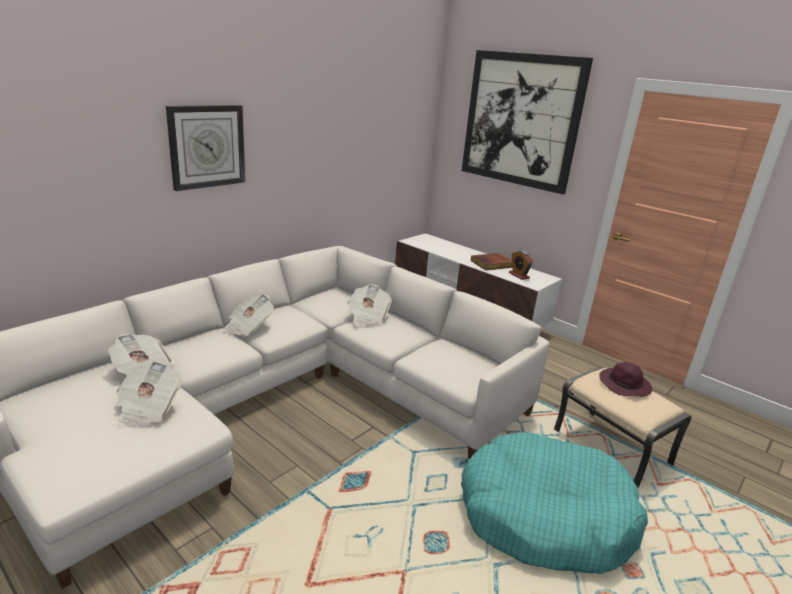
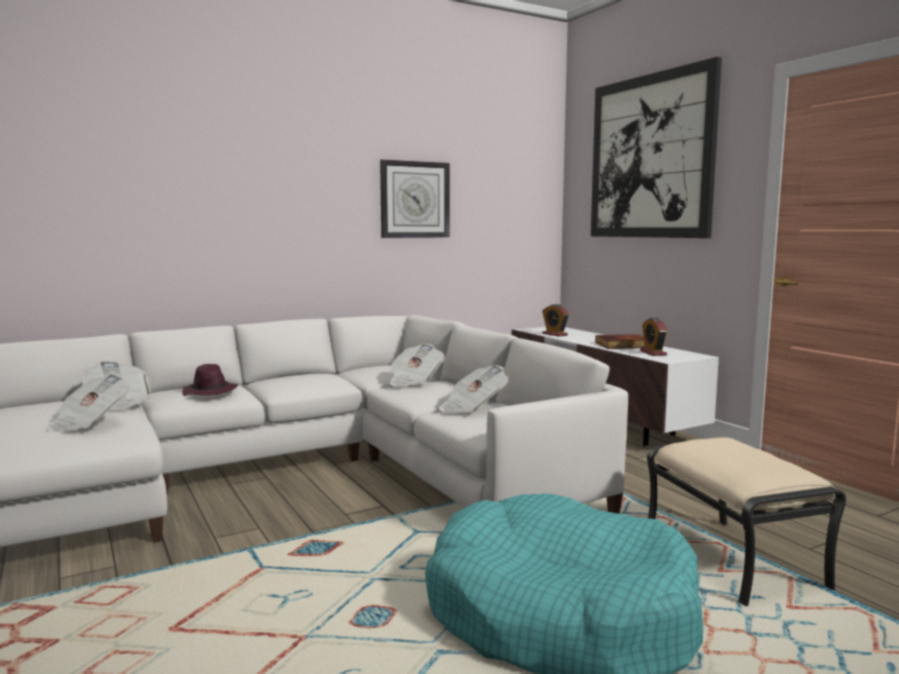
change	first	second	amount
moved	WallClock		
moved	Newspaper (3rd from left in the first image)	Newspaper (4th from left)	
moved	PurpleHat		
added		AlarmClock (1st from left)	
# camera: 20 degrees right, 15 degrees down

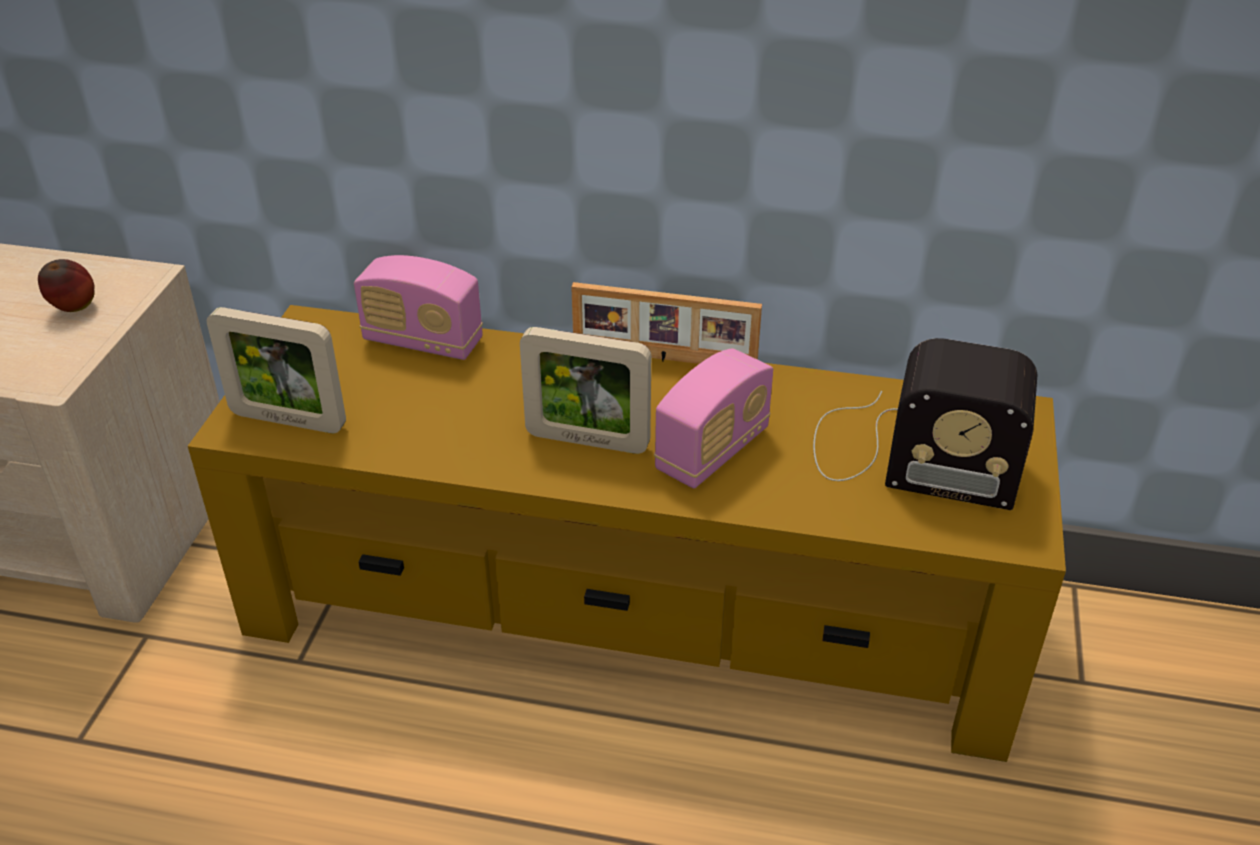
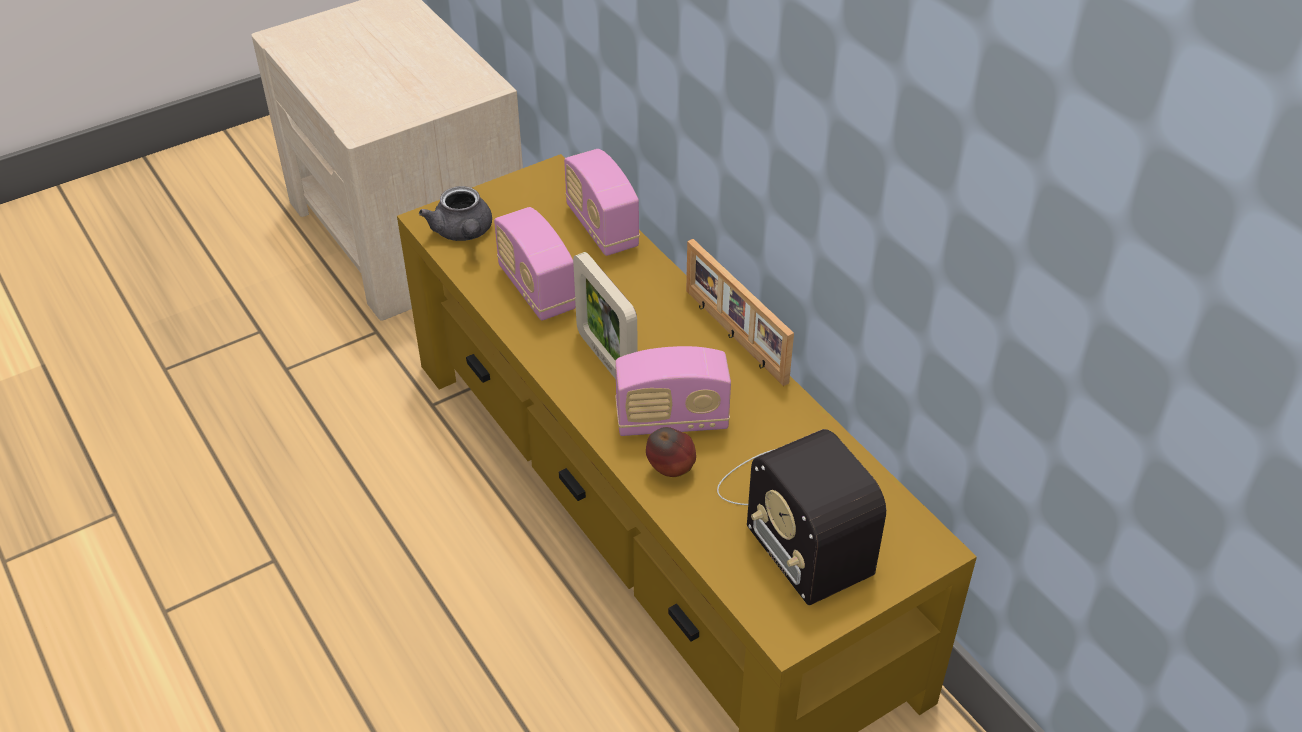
change	first	second	amount
moved	Apple		
replaced	PictureFrame (1st from left)	GreyTeapot	
added		Radio (1st from left)	
# camera: 45 degrees right, 5 degrees up

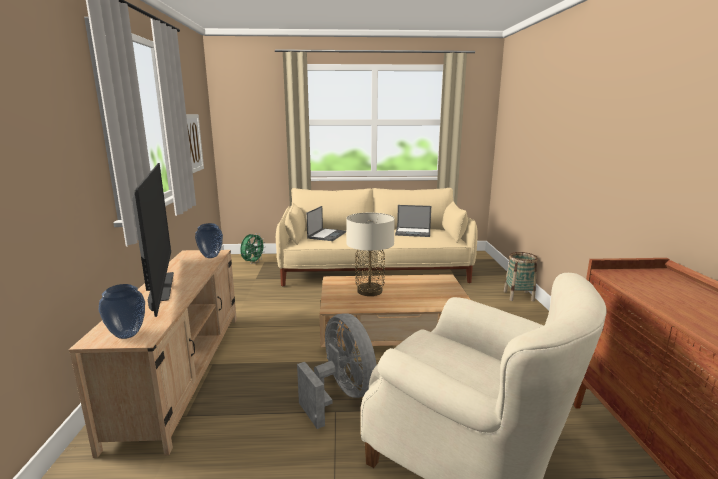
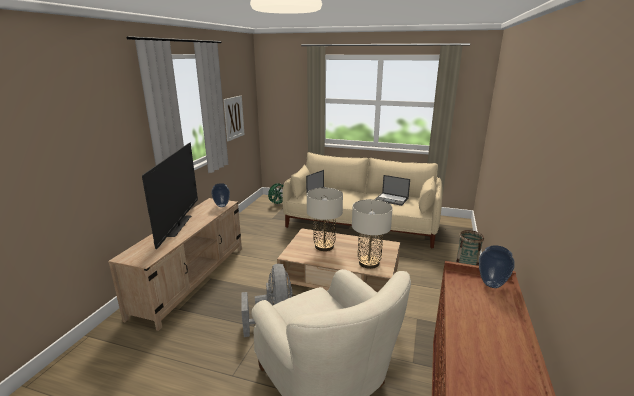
change	first	second	amount
moved	Vase (1st from left in the first image)	Vase (2nd from left)	
added		TableLamp (2nd from left)	
# camera: 20 degrees right, 5 degrees up

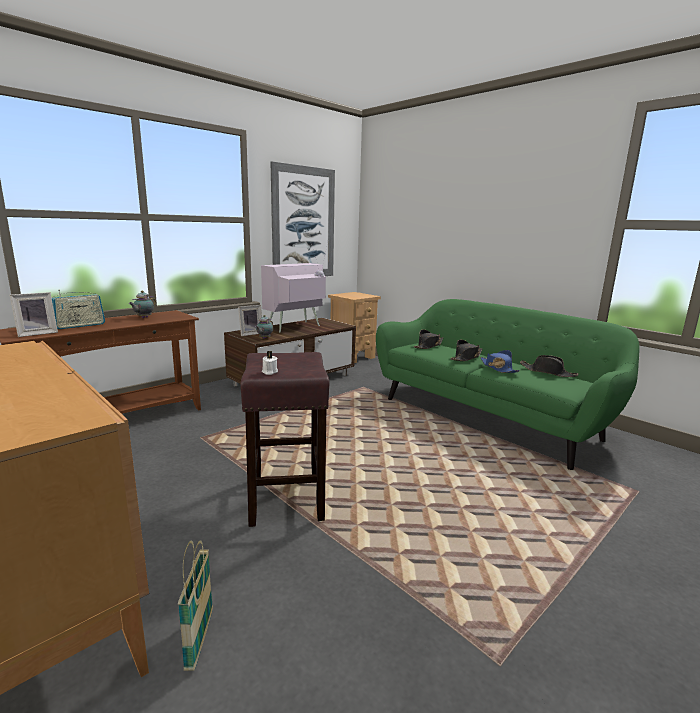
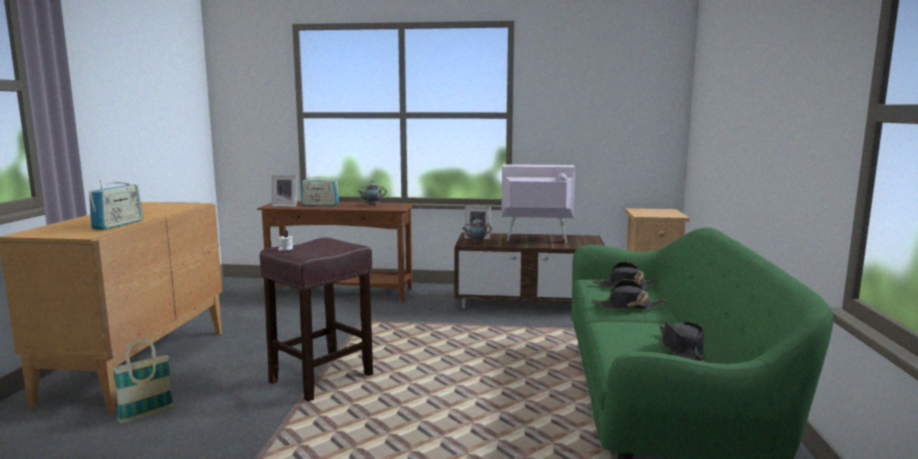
change	first	second	amount
removed	Picture		
removed	BlueHat		
added		Radio (1st from left)	
# camera: 50 degrees right, 5 degrees down

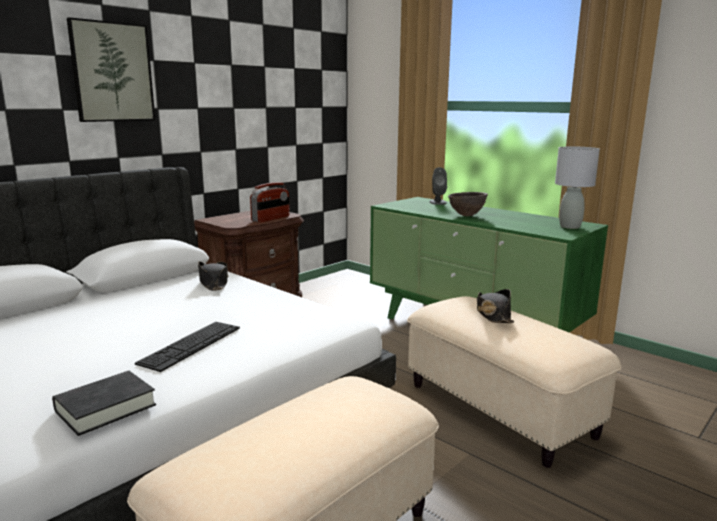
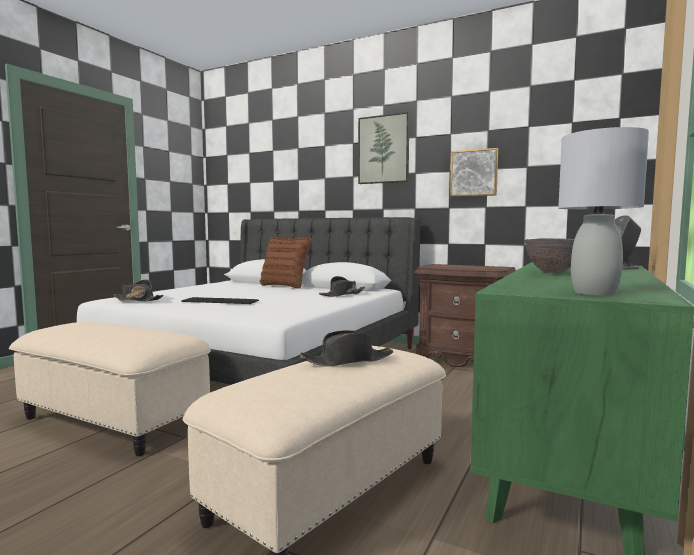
change	first	second	amount
replaced	BlackBook	BlackHat (1st from left)	
removed	Radio		
added		BrownPillow	
added		Picture (2nd from left)	
# camera: 75 degrees right, 10 degrees down

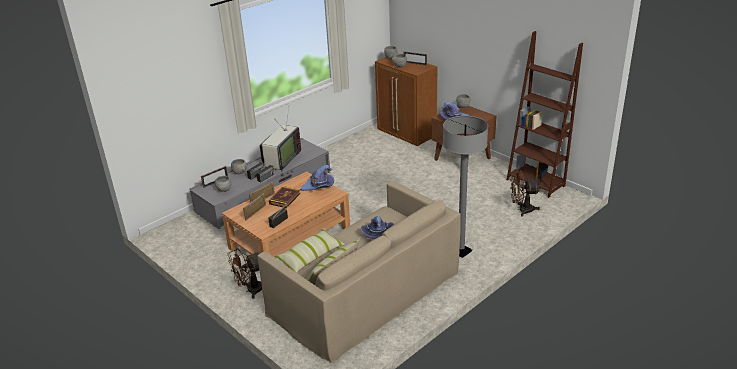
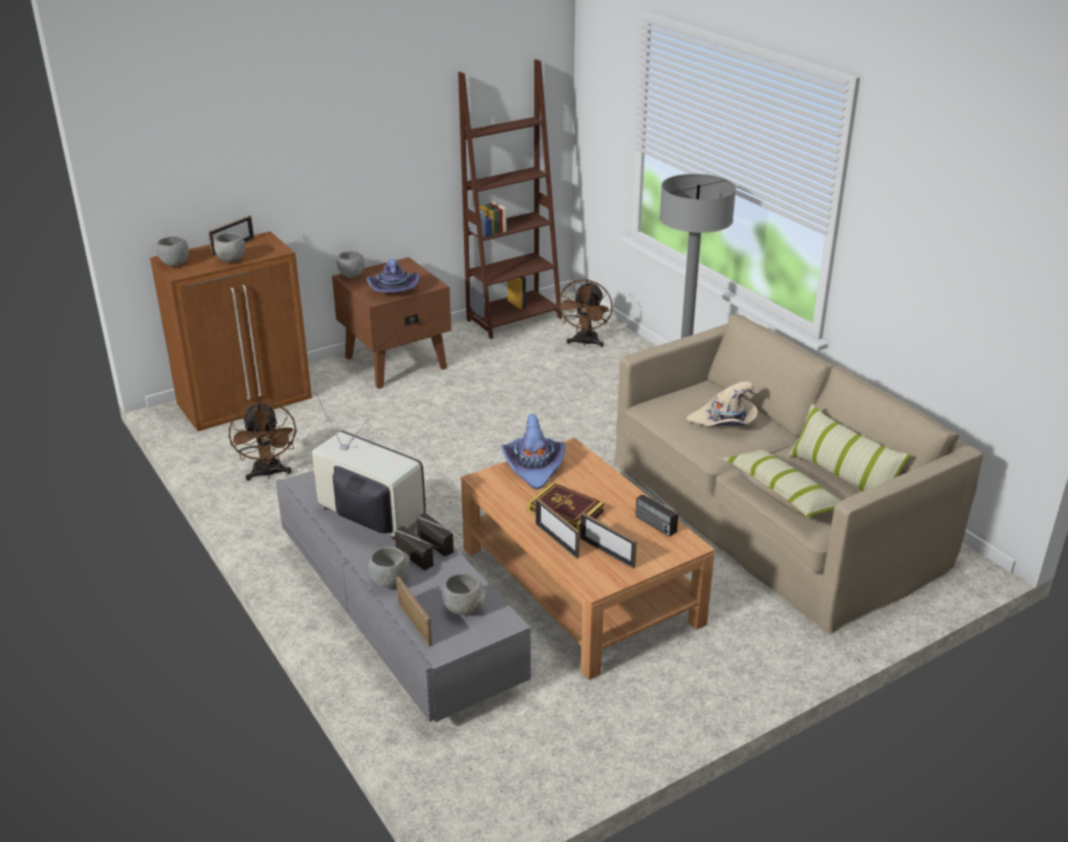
change	first	second	amount
moved	BrownFan (1st from left)		
recoloured	PurpleHat (2nd from left)	BeigeHat	
# camera: 80 degrees left, 0 degrees up

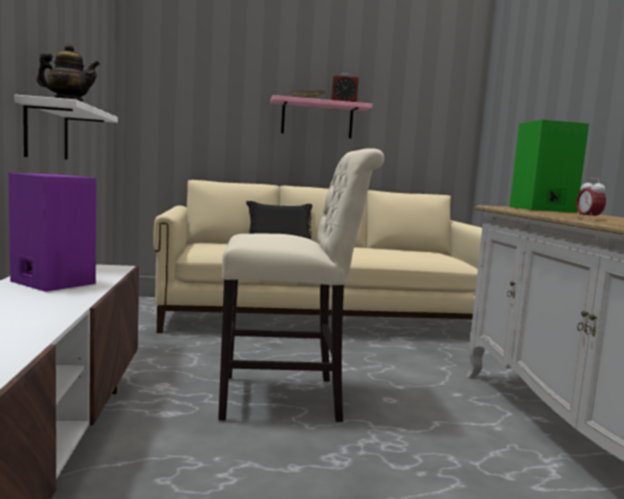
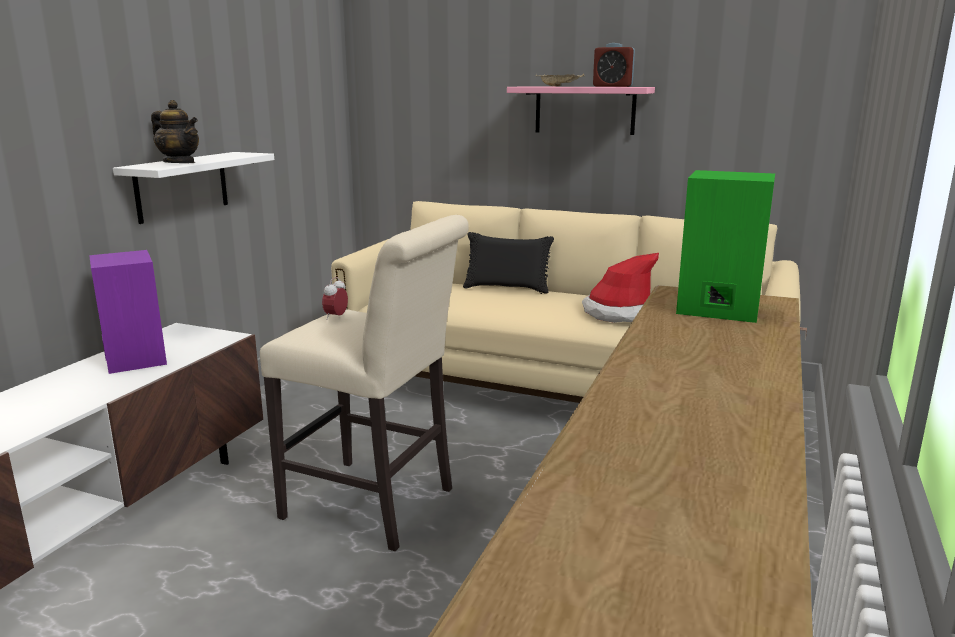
change	first	second	amount
moved	AlarmClock (2nd from left in the first image)	AlarmClock (1st from left)	
added		Hat	
# camera: 30 degrees right, 10 degrees up

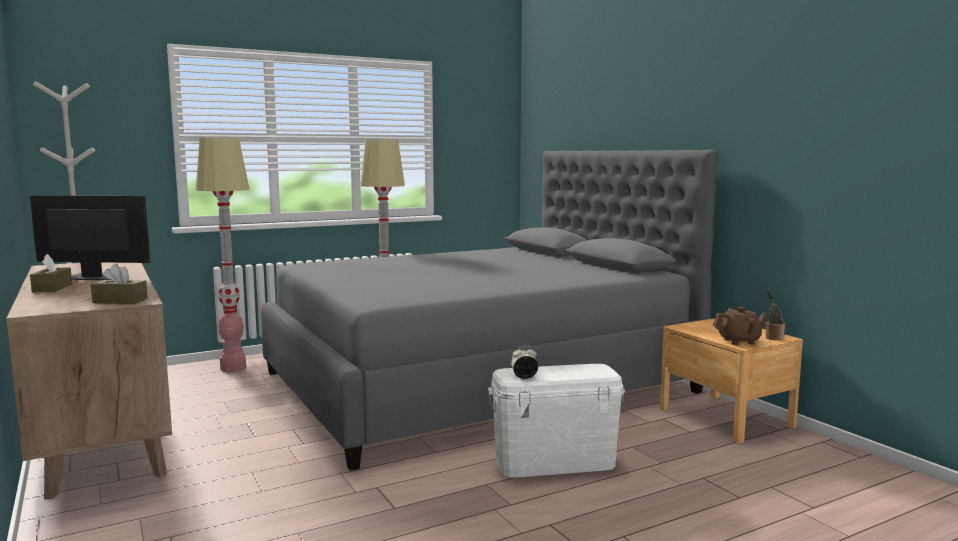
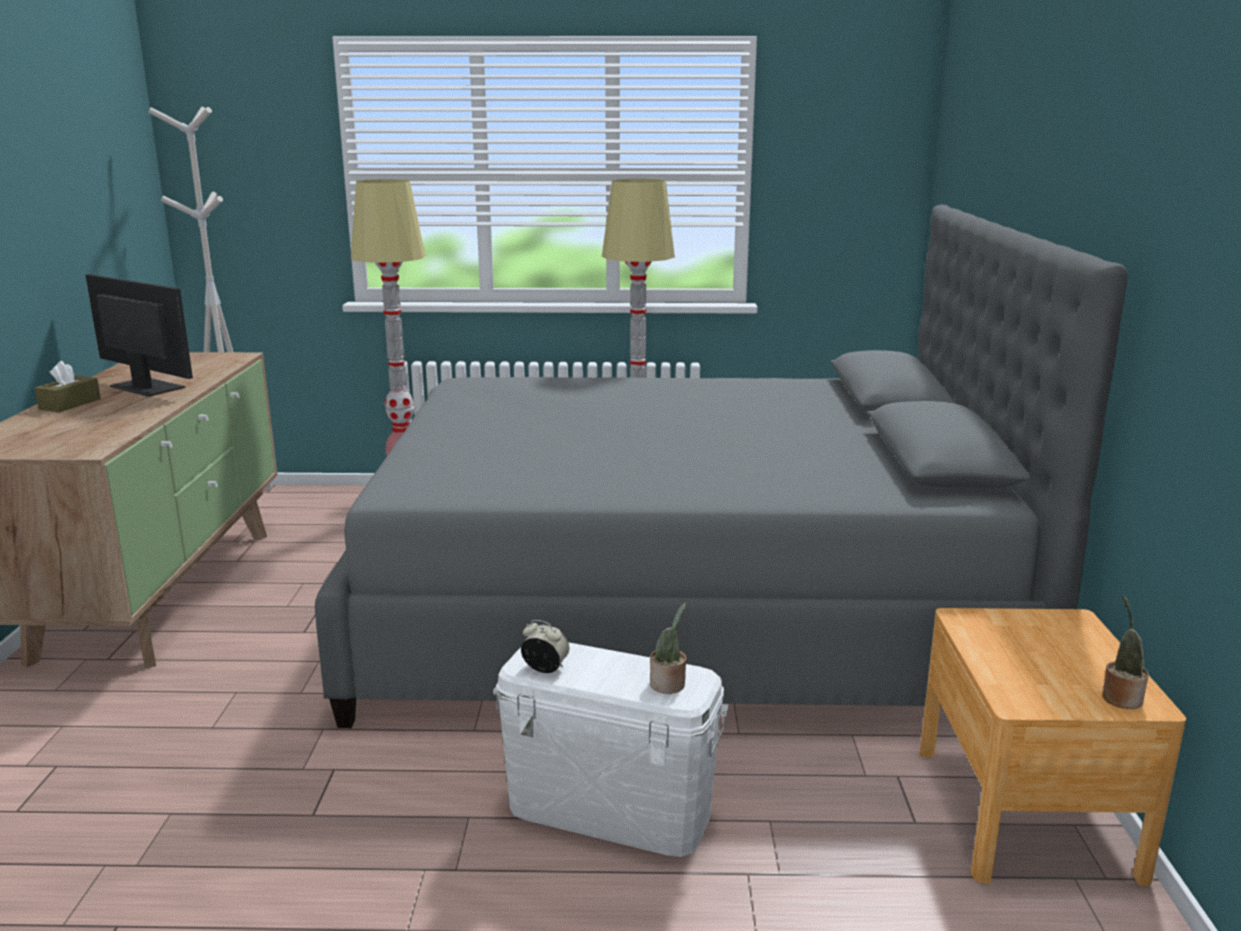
change	first	second	amount
removed	BrownTissueBox (2nd from left)		
removed	BrownTeapot		
added		PottedPlant (1st from left)	
# camera: 30 degrees right, 10 degrees up

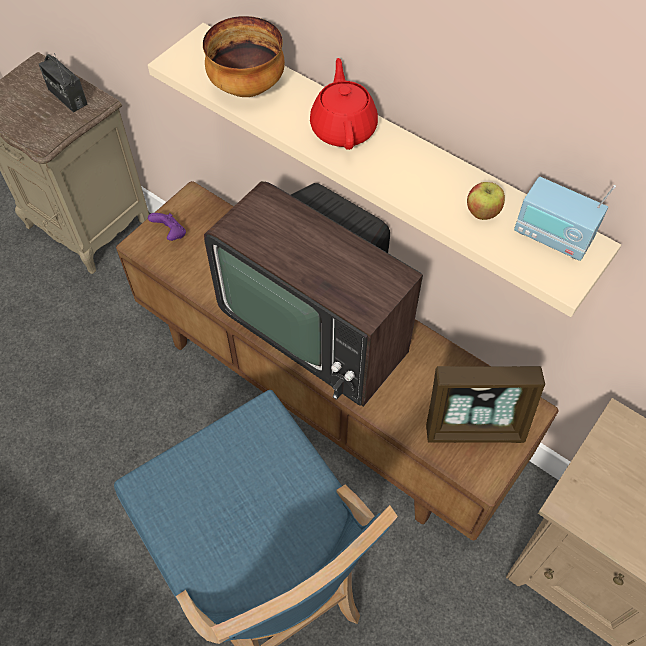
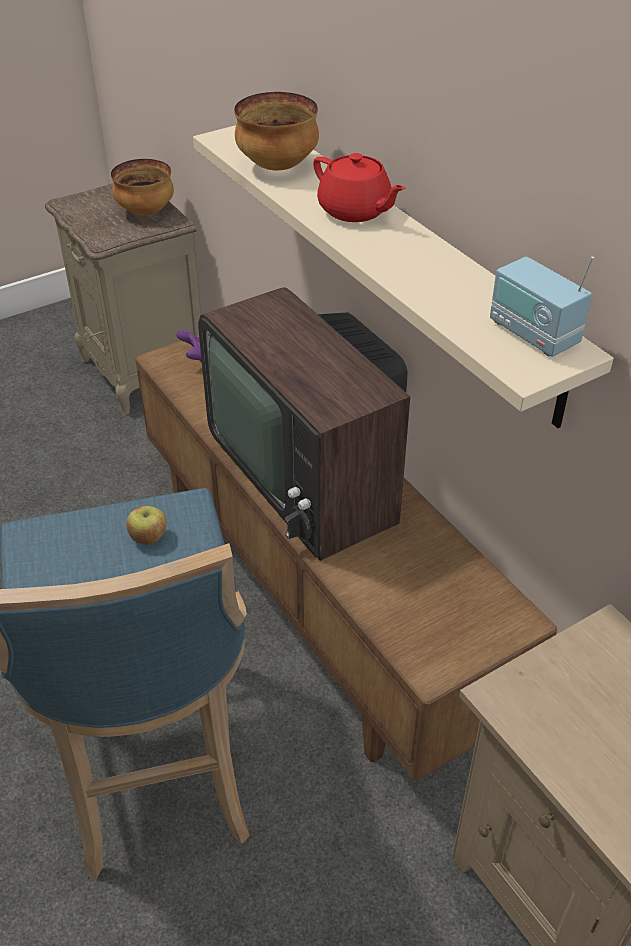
change	first	second	amount
replaced	Radio (1st from left)	Bowl (1st from left)	
turned	RedTeapot		120 degrees clockwise
removed	PictureFrame		
moved	Apple		
# camera: 20 degrees right, 15 degrees down

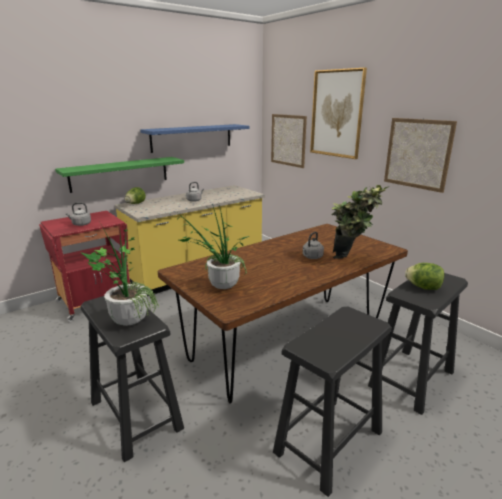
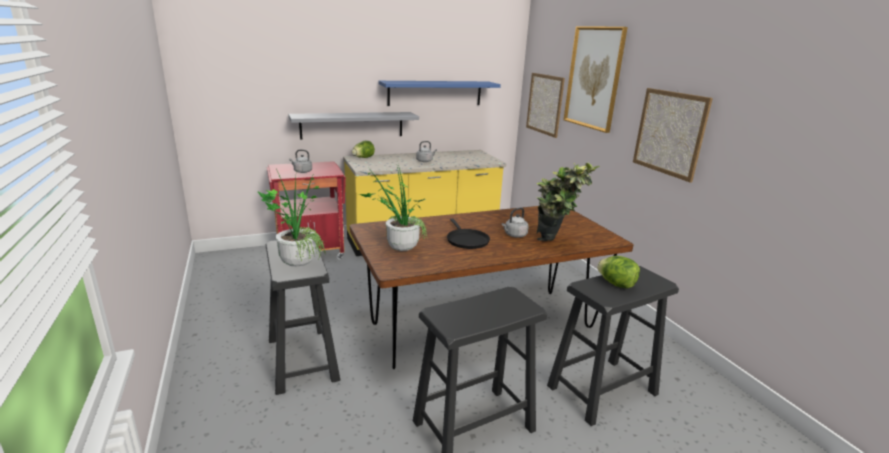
change	first	second	amount
recoloured	GreenShelf	GreyShelf	
added		BlackFryingPan	
# camera: 15 degrees right, 0 degrees up

